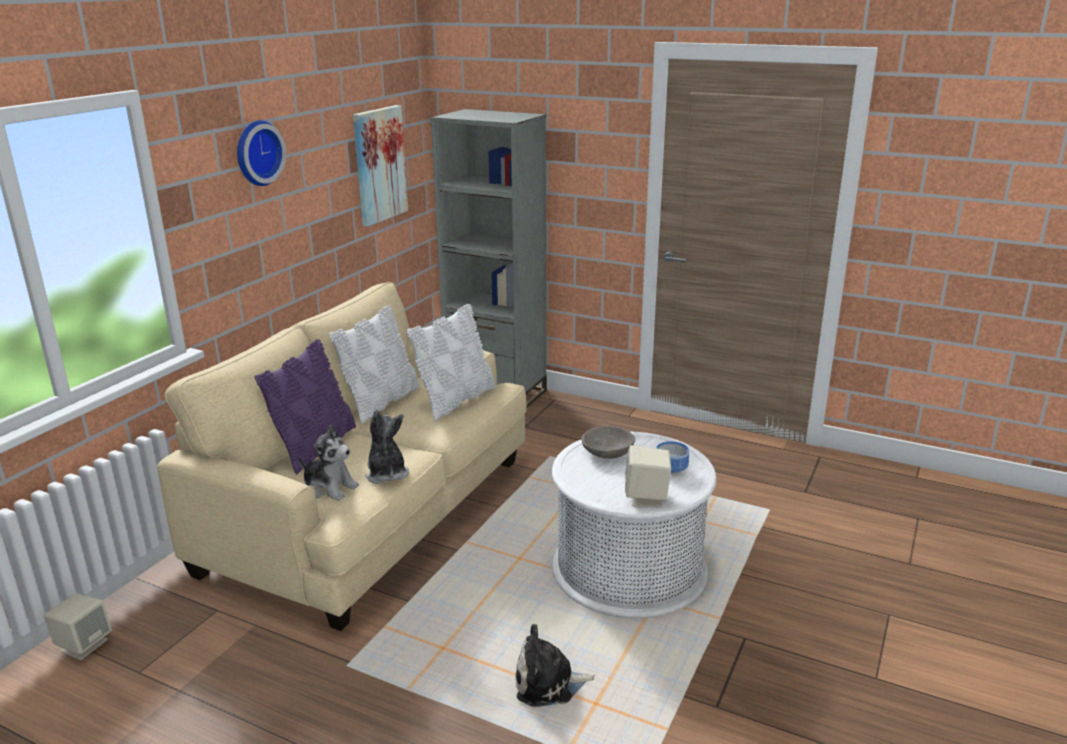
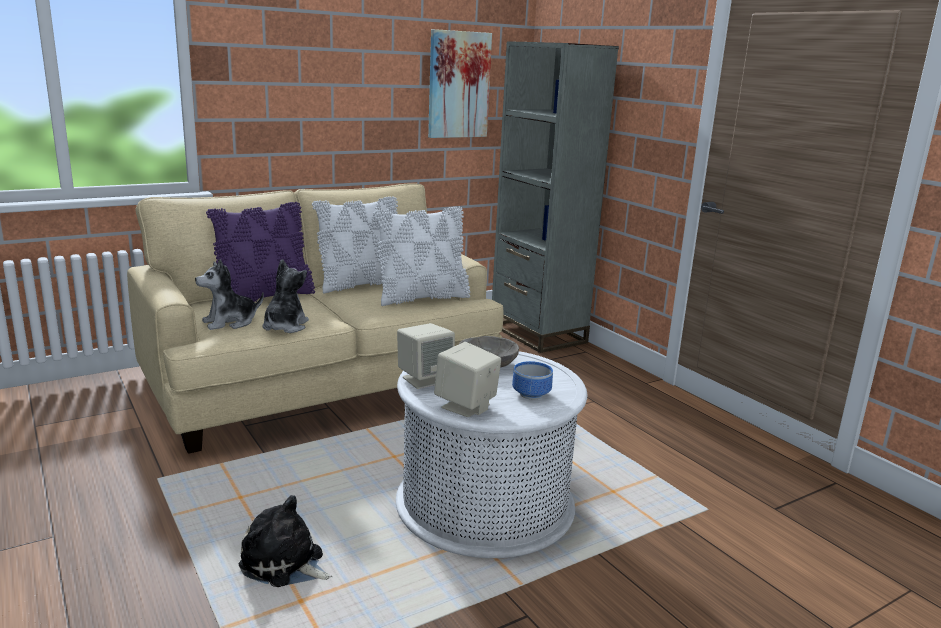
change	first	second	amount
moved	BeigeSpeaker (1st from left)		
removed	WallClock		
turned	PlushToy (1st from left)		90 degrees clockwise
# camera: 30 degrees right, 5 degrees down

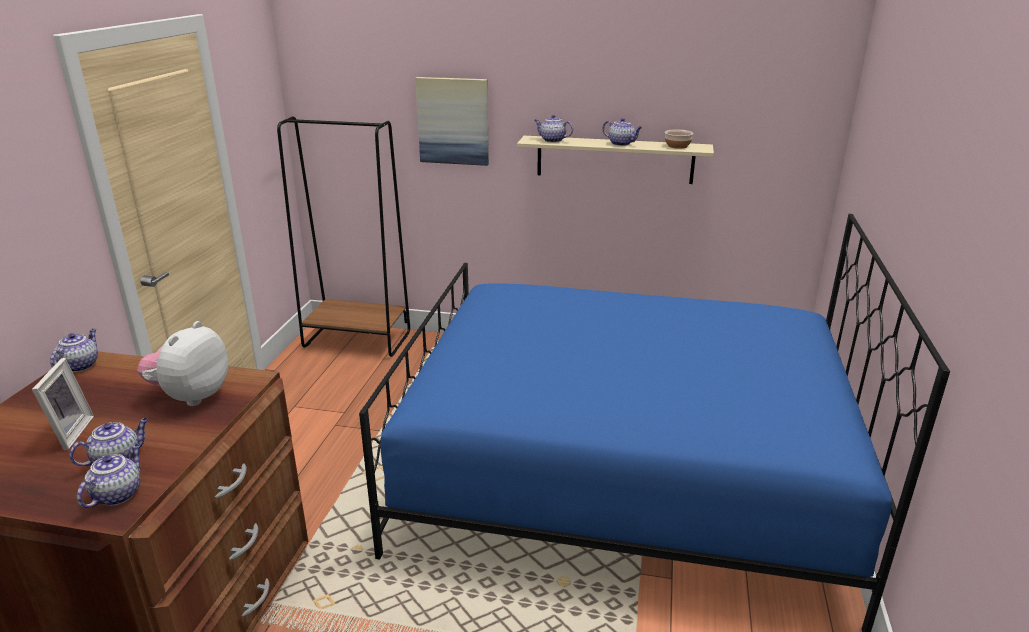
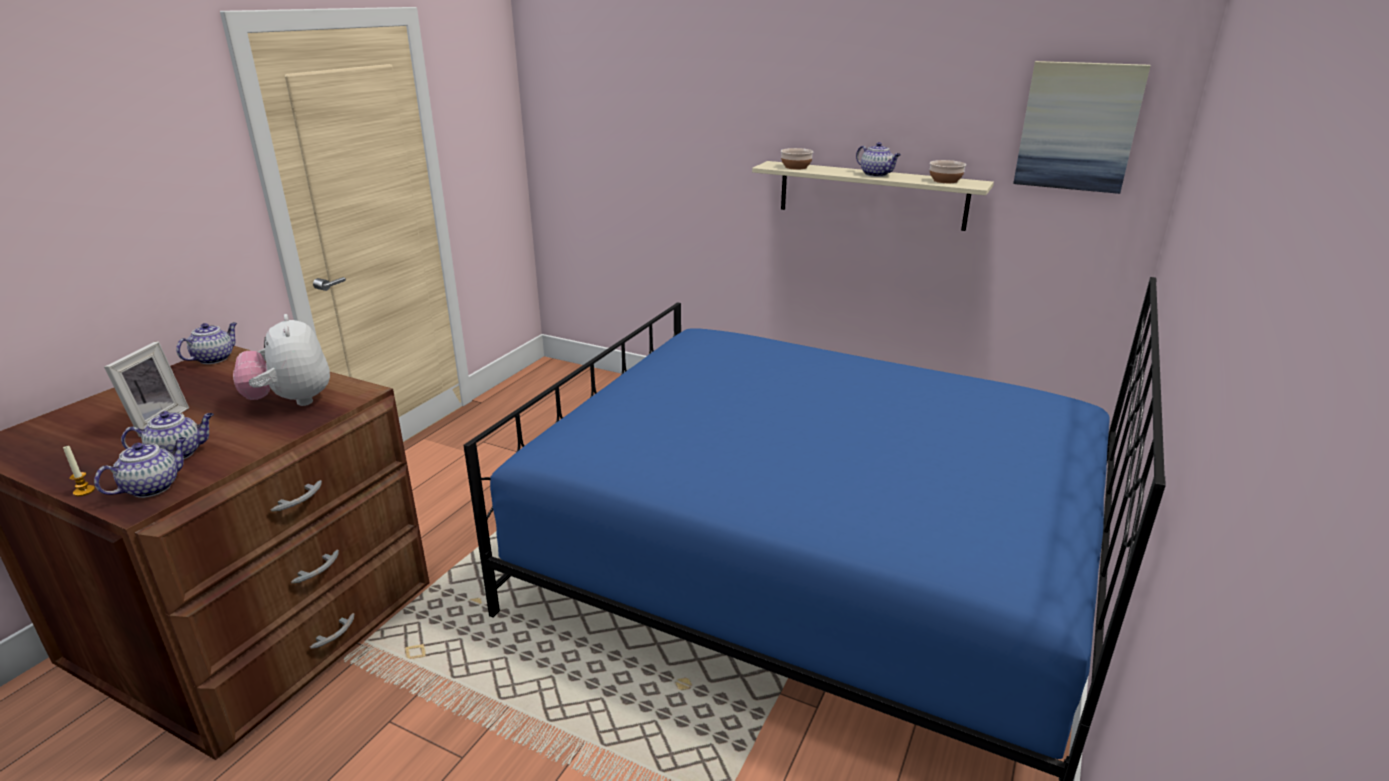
change	first	second	amount
turned	PlushToy		60 degrees counterclockwise
removed	ClothesRack		
moved	Picture		
replaced	Teapot (4th from left)	Bowl (1st from left)	
added		Candle	
# camera: 15 degrees right, 0 degrees up

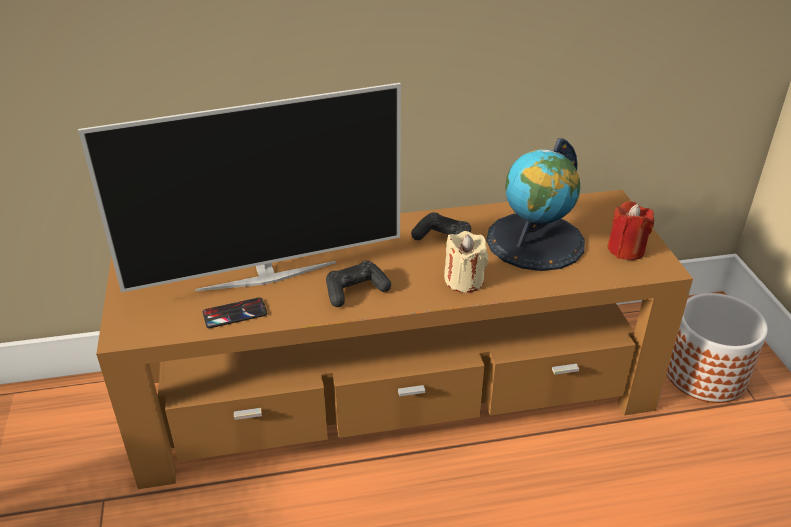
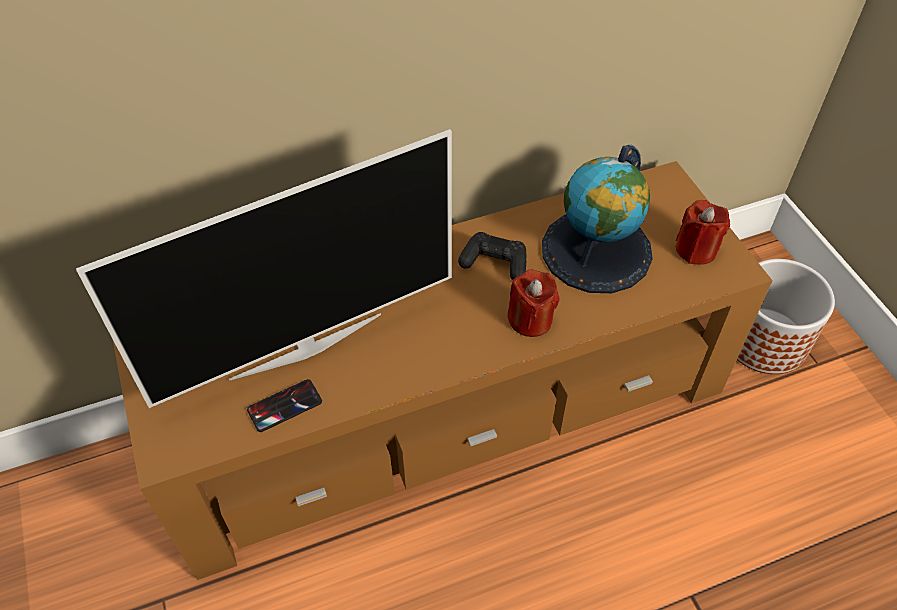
change	first	second	amount
removed	BlackGameController (1st from left)		
recoloured	BeigeCandle	RedCandle (1st from left)	
# camera: 10 degrees left, 15 degrees up

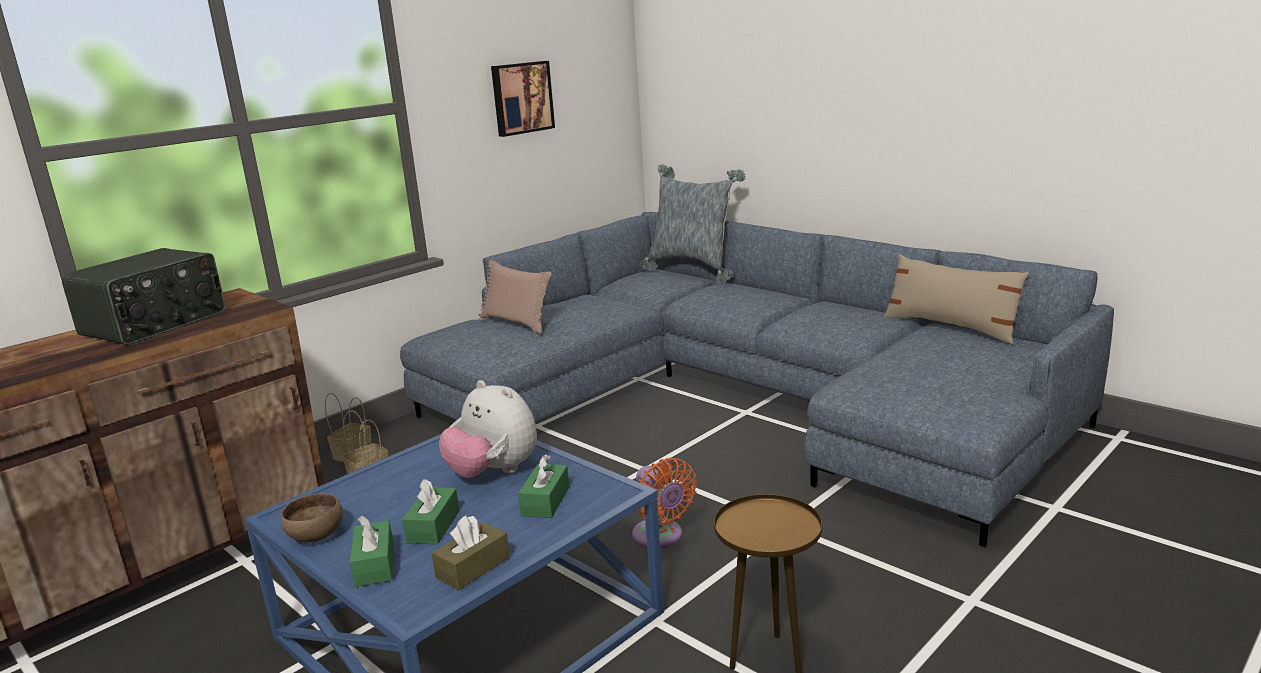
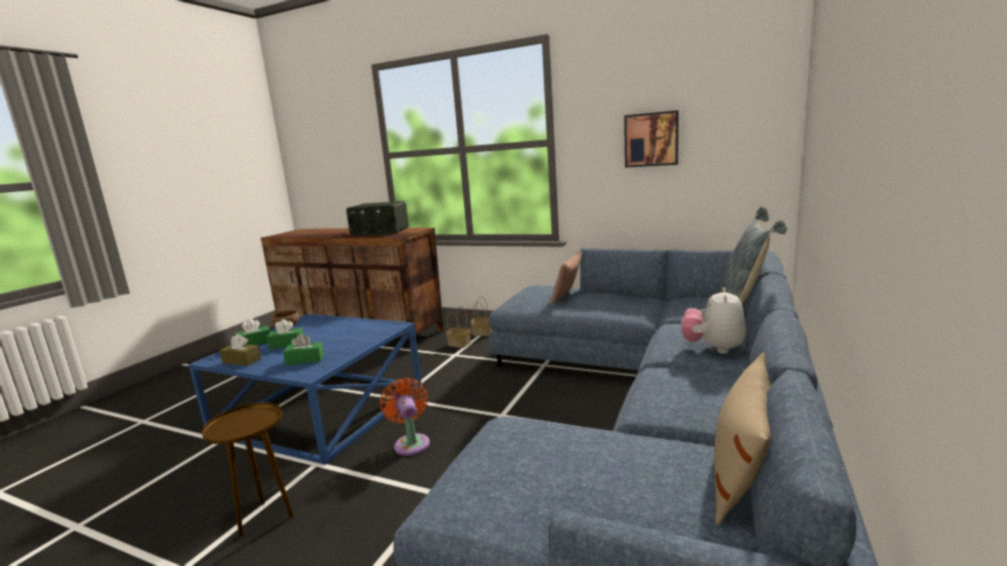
change	first	second	amount
moved	PlushToy		
turned	OrangeFan		120 degrees clockwise
# camera: 70 degrees right, 5 degrees down

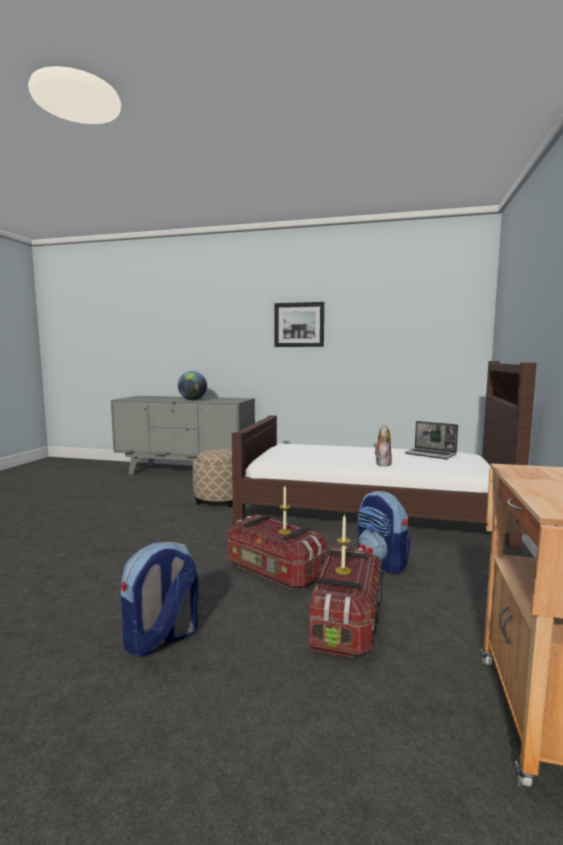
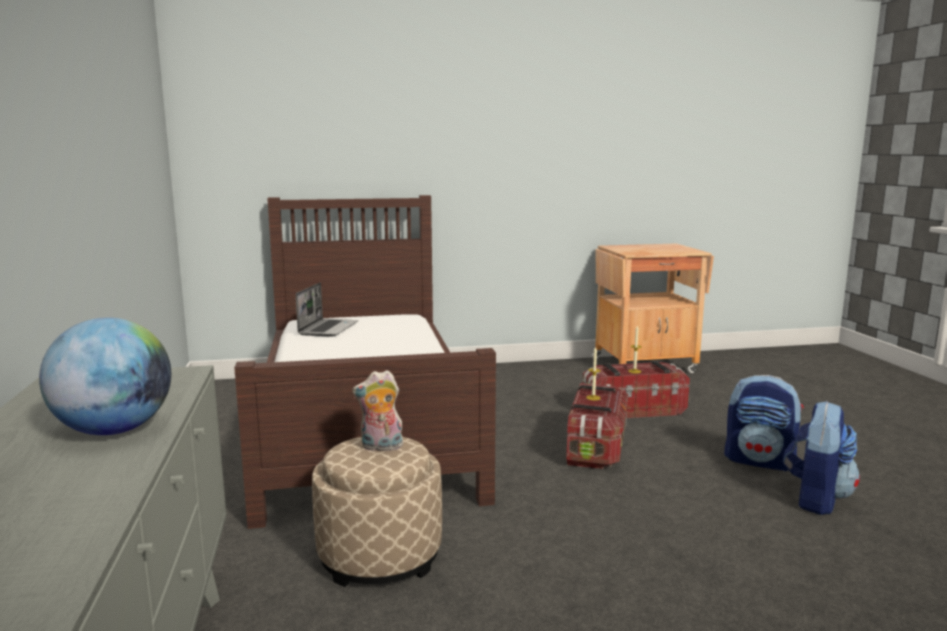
change	first	second	amount
removed	Picture		
moved	Backpack (2nd from left)		
moved	PlushToy		
# camera: 115 degrees left, 5 degrees up

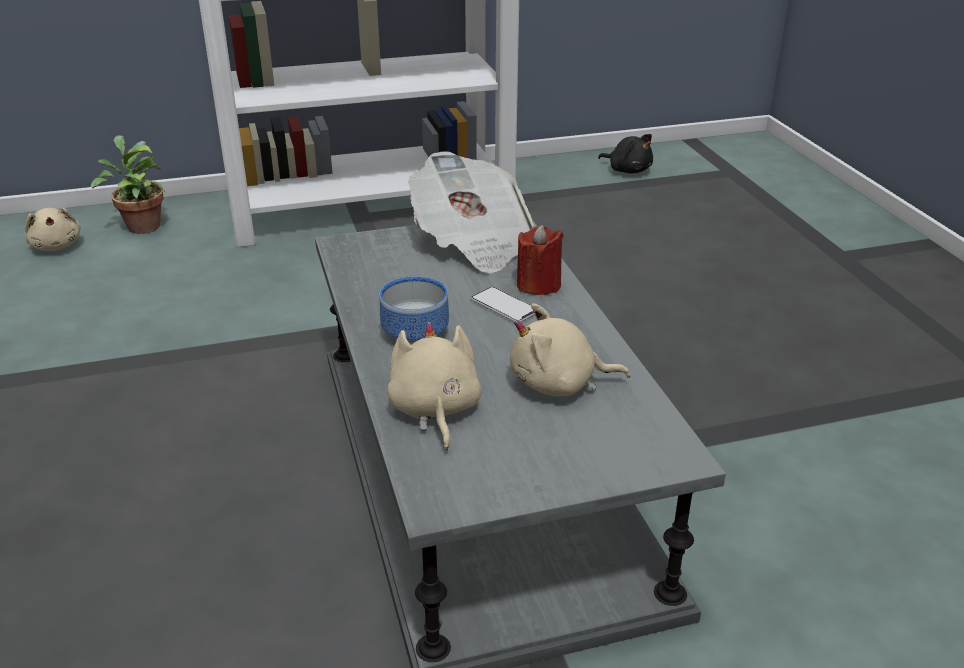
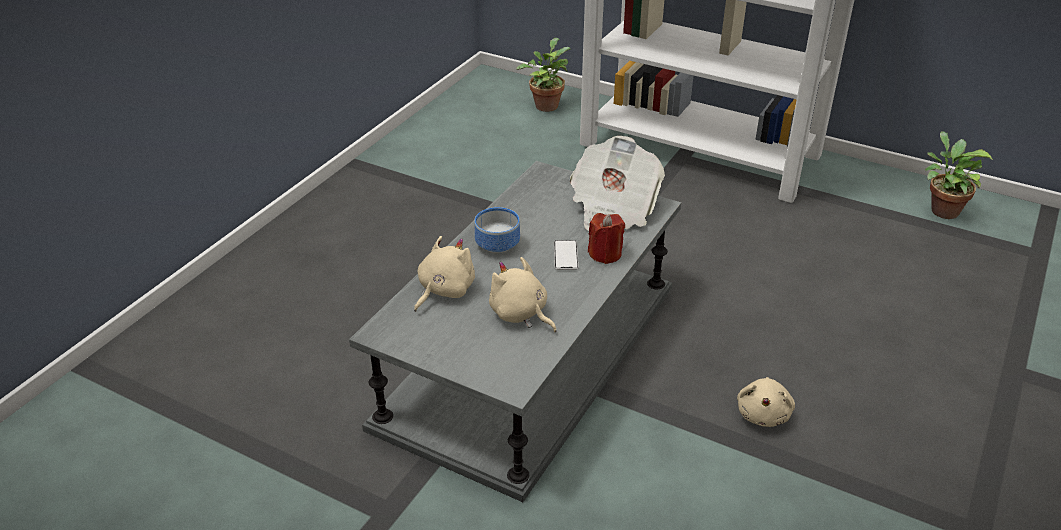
change	first	second	amount
moved	BeigePlushToy (1st from left in the first image)	BeigePlushToy (3rd from left)	
replaced	BlackPlushToy	PottedPlant (2nd from left)	
# camera: 45 degrees right, 5 degrees up

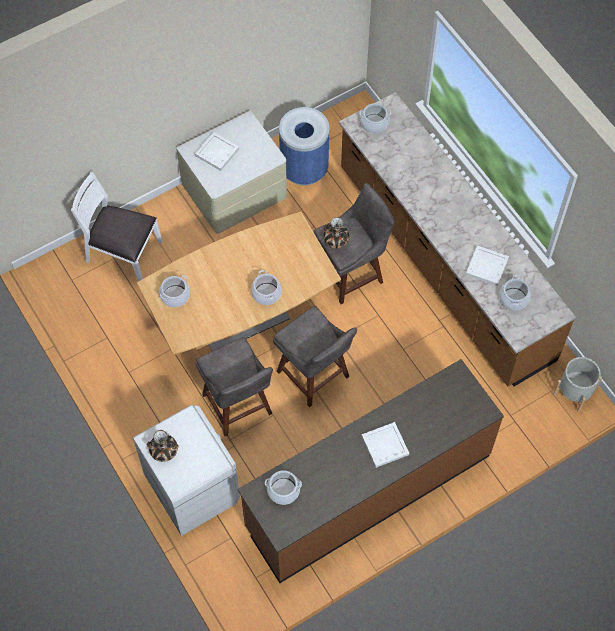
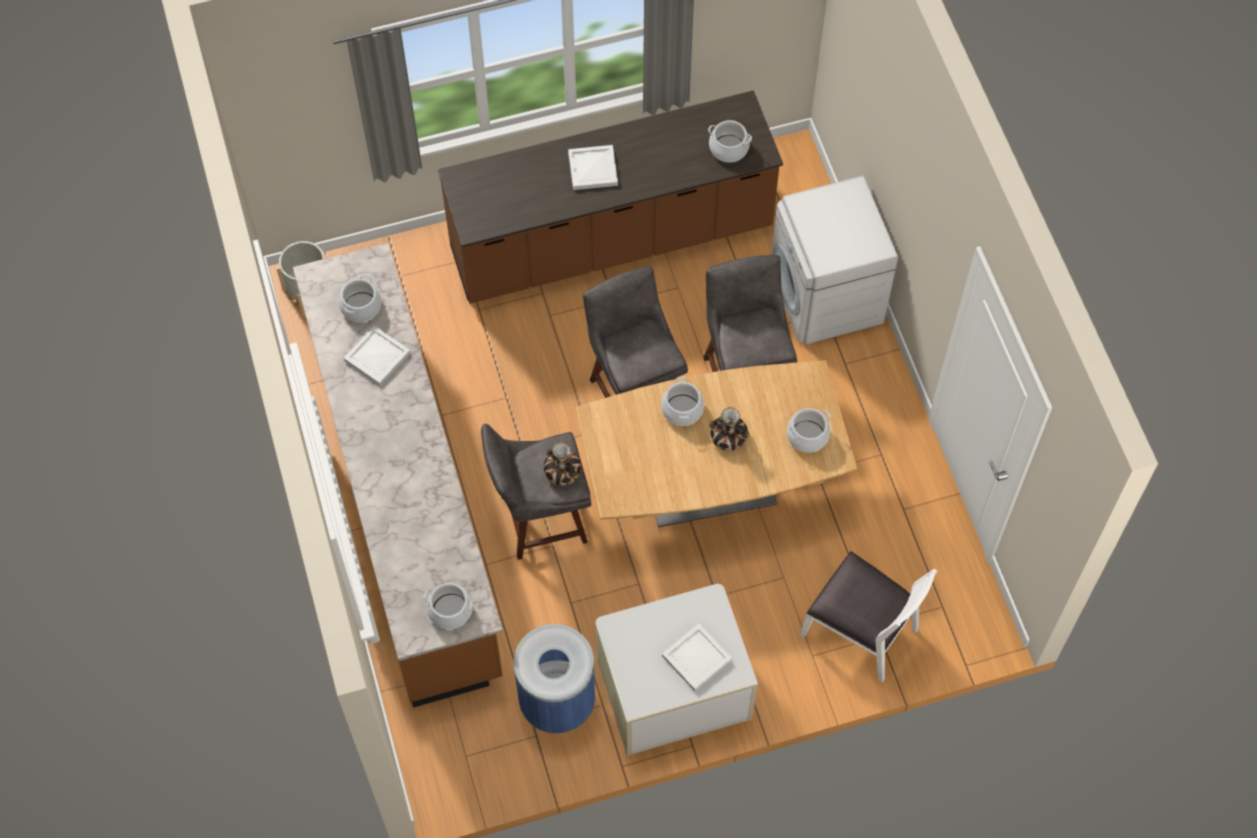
change	first	second	amount
moved	Vase (1st from left in the first image)	Vase (2nd from left)	
# camera: 165 degrees left, 0 degrees up

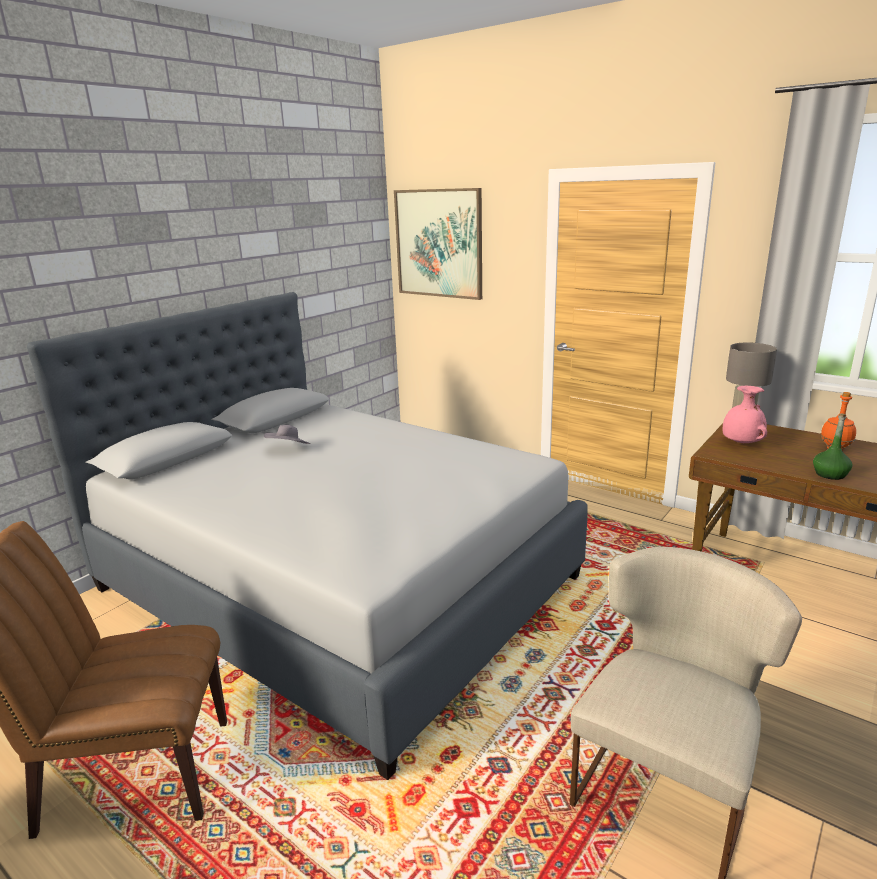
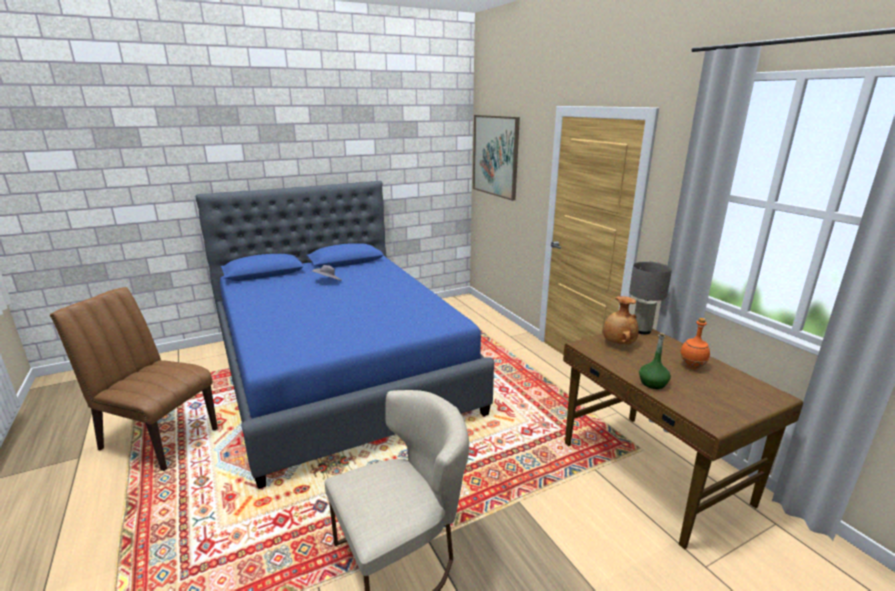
change	first	second	amount
recoloured	GreyBed	BlueBed	
recoloured	PinkVase	BrownVase	
# camera: 25 degrees right, 0 degrees up

